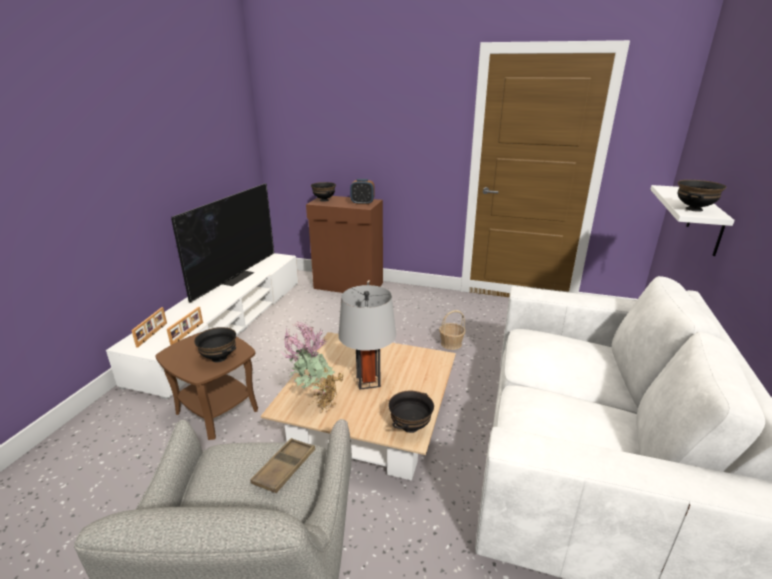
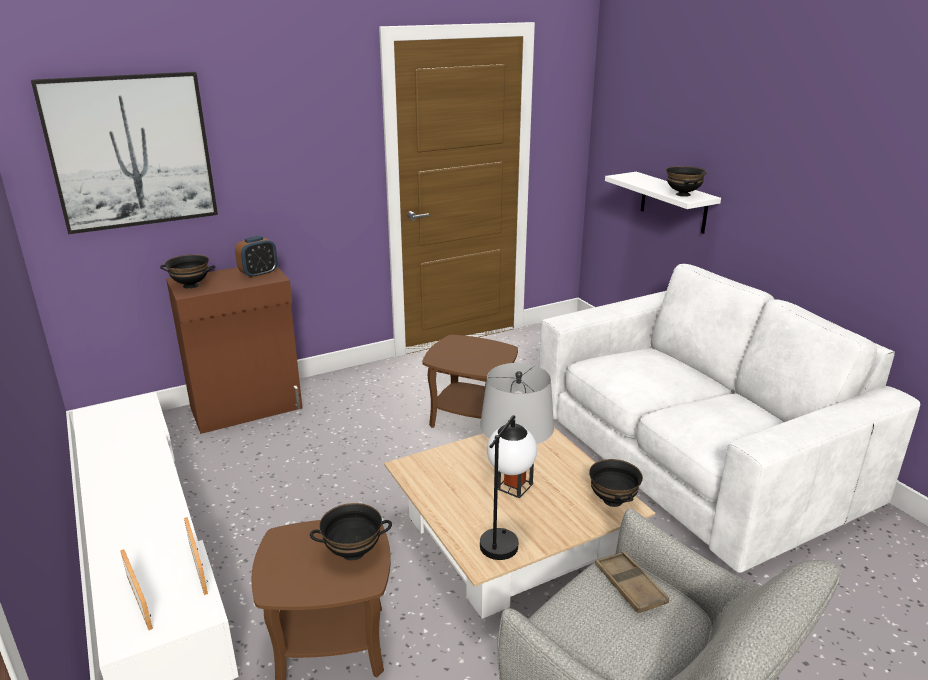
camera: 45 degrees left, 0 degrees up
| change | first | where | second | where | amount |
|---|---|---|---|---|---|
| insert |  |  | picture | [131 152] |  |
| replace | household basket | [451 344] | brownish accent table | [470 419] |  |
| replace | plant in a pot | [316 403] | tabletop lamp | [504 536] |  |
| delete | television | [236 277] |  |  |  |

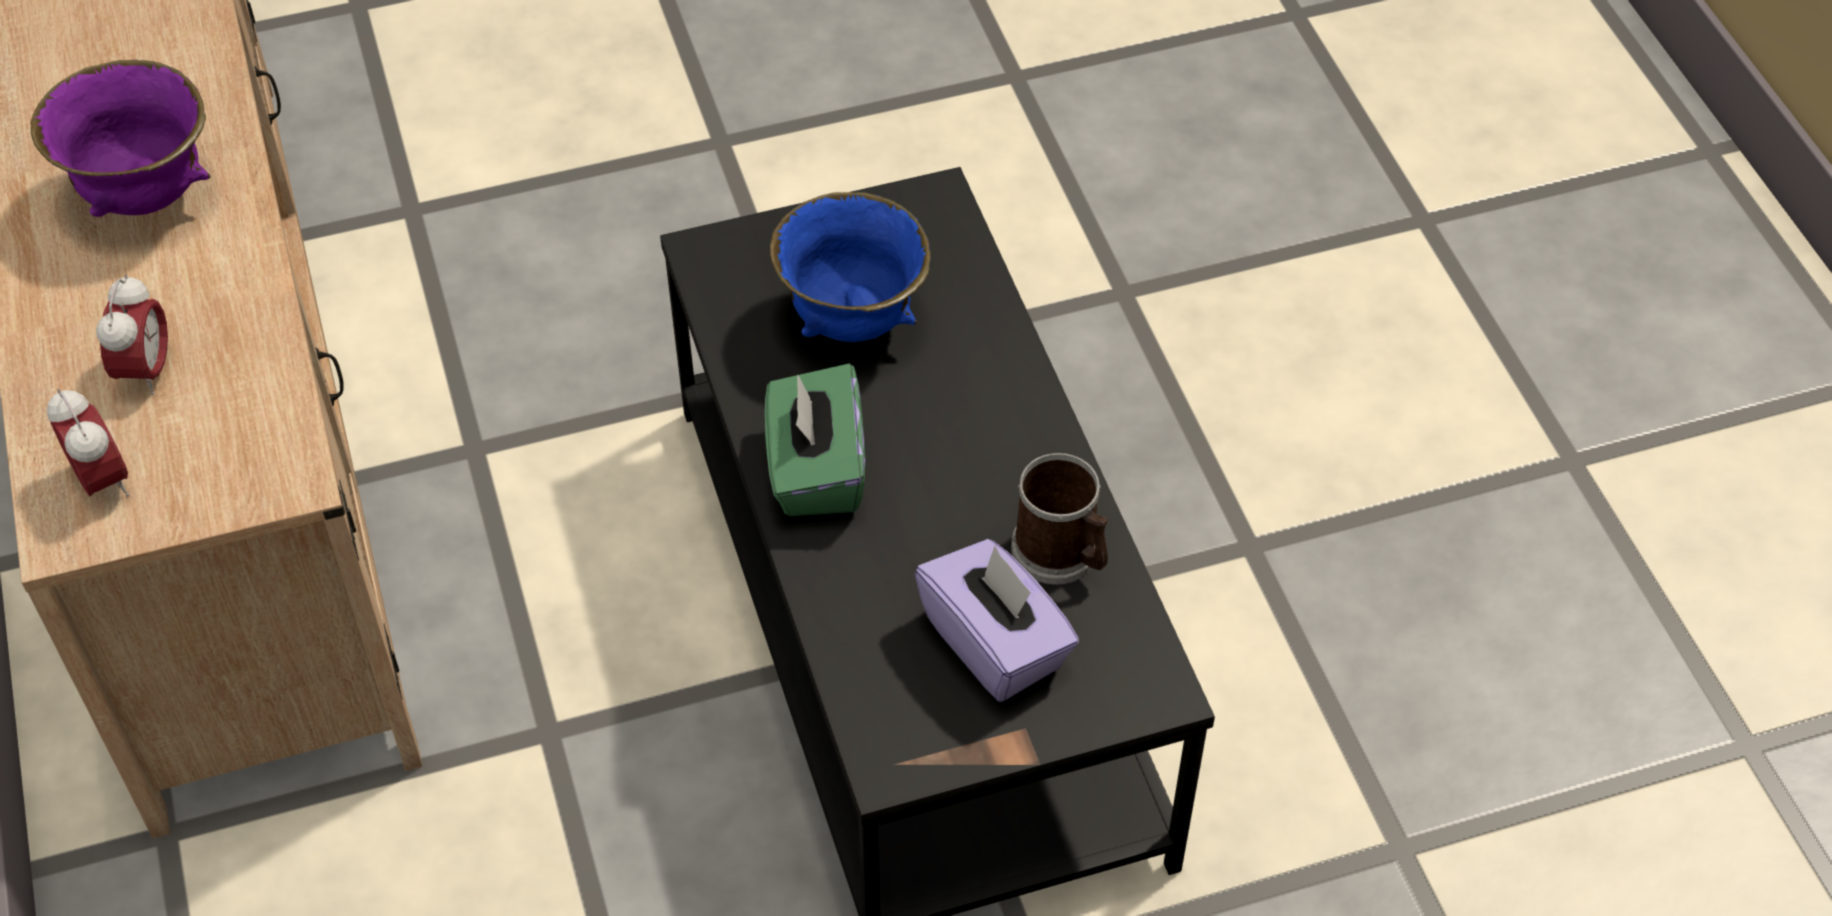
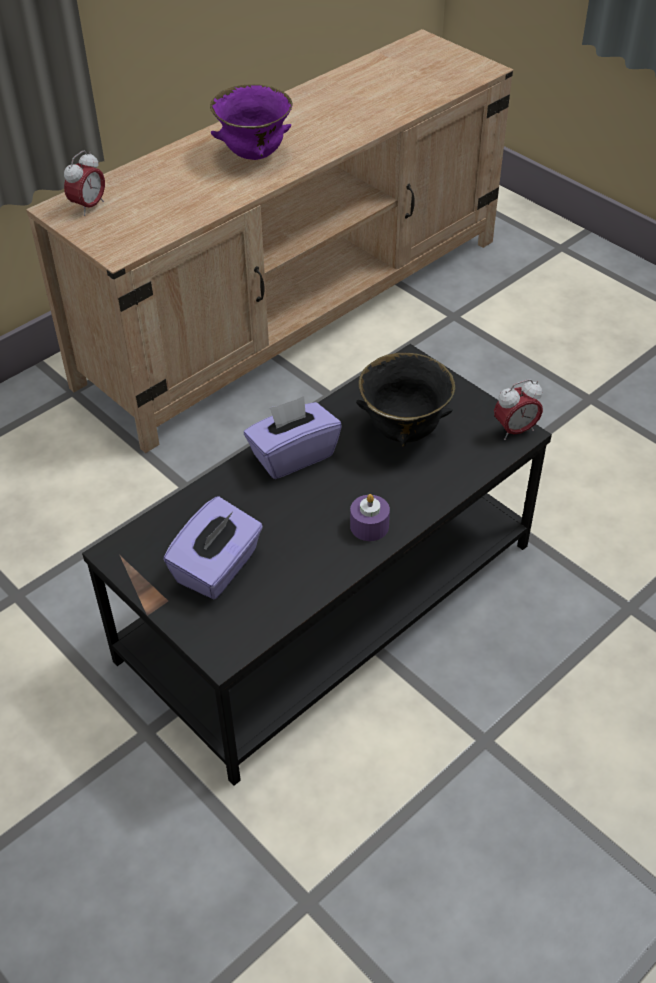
camera: 65 degrees right, 5 degrees down
| change | first | where | second | where | amount |
|---|---|---|---|---|---|
| recolor | green-coloured box of tissues | [816 470] | purple box of tissues | [293 455] |  |
| insert |  |  | purple wax light | [369 526] |  |
| recolor | bluish serving bowl | [851 322] | blackish serving bowl | [403 432] |  |
| move | bedside clock | [146 371] |  | [515 430] |  |
| delete | mug | [1062 555] |  |  |  |

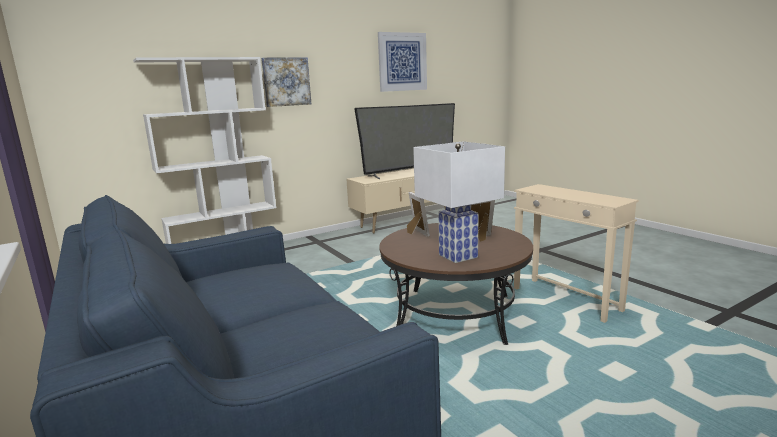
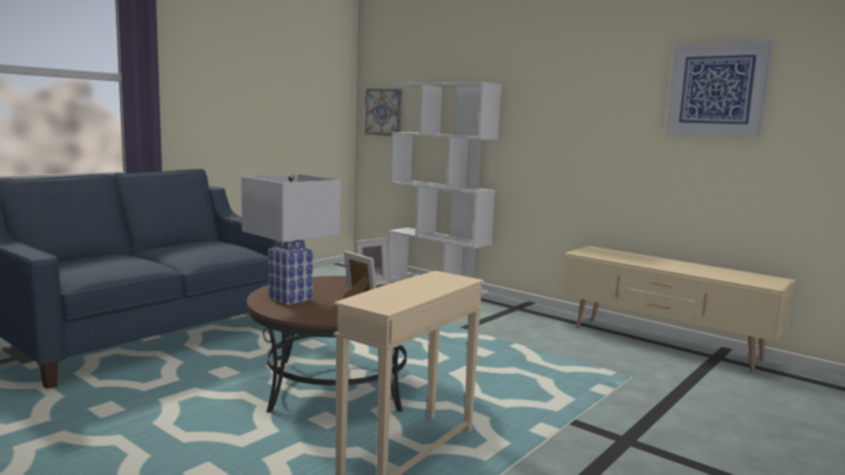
camera: 70 degrees right, 5 degrees down
| change | first | where | second | where | amount |
|---|---|---|---|---|---|
| move | picture | [286 82] |  | [384 112] |  |
| delete | television | [410 171] |  |  |  |

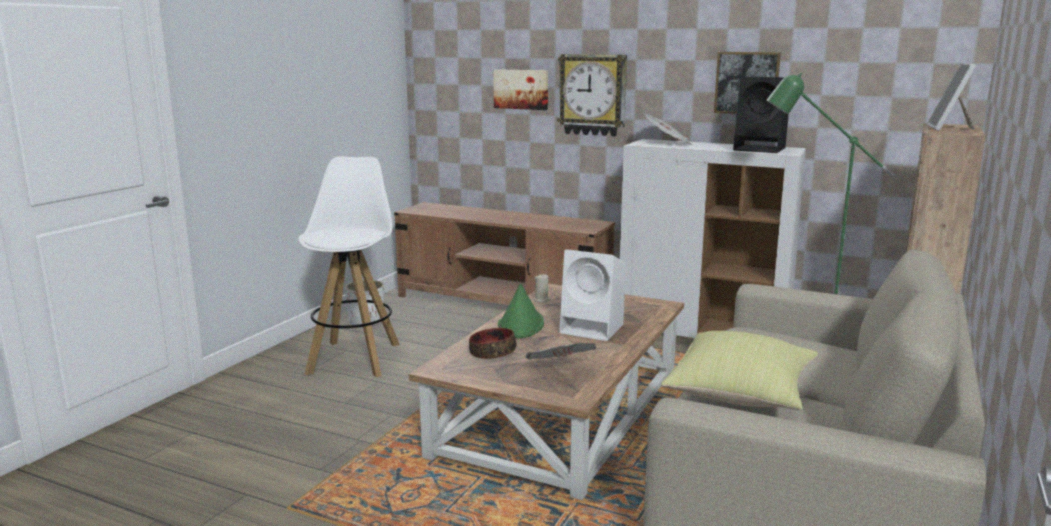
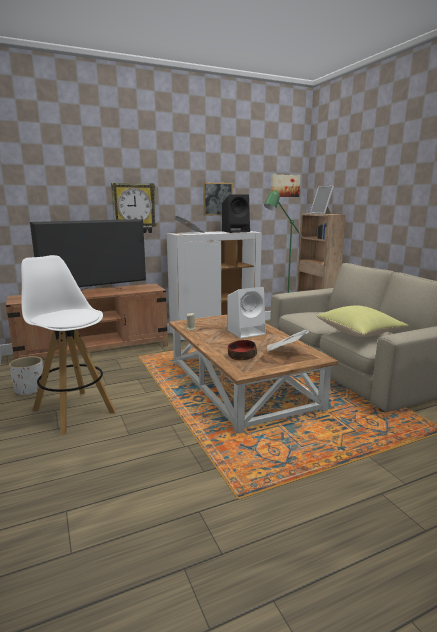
camera: 50 degrees left, 0 degrees up
| change | first | where | second | where | amount |
|---|---|---|---|---|---|
| insert |  |  | television | [96 293] |  |
| move | picture | [521 89] |  | [284 186] |  |
| delete | green-coloured wearable hat | [520 325] |  |  |  |

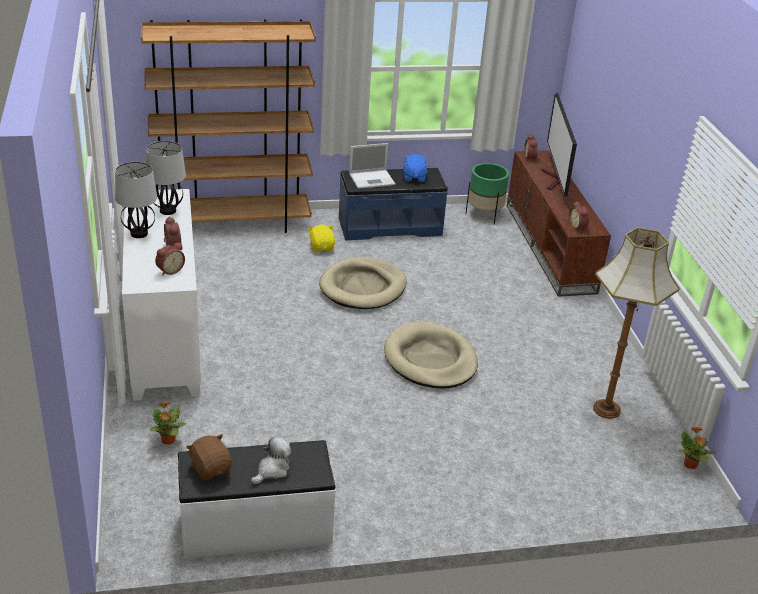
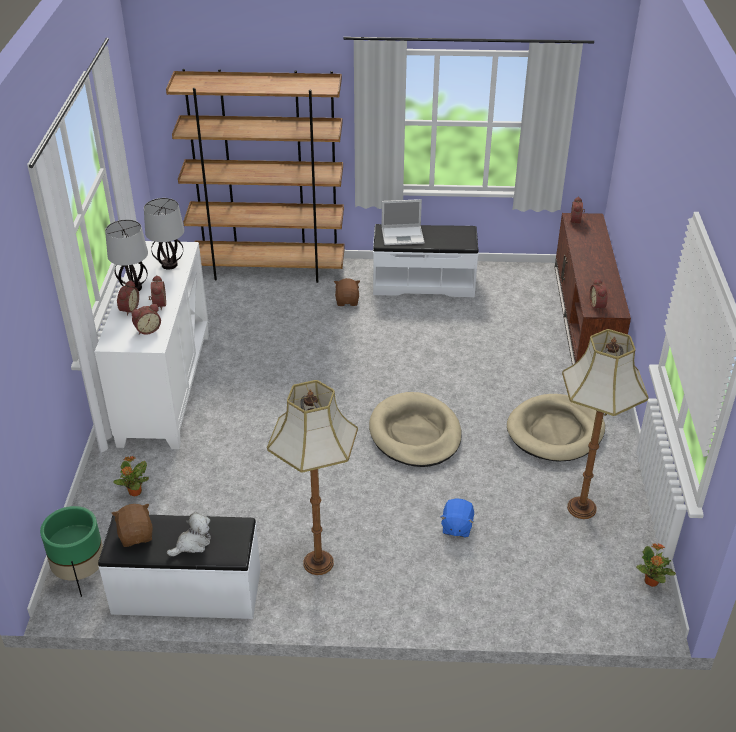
camera: 15 degrees right, 5 degrees up
| change | first | where | second | where | amount |
|---|---|---|---|---|---|
| move | green-coloured planter | [484 215] |  | [81 574] |  |
| insert |  |  | bedside clock | [128 309] |  |
| insert |  |  | standard lamp | [319 562] |  |
| recolor | yellow soft toy | [322 247] | brownish soft toy | [347 301] |  |
| recolor | bluish long seat | [389 226] | white-coloured long seat | [423 283] |  |
| move | bluish soft toy | [414 177] |  | [456 527] |  |
| move | beige dog bed | [363 287] |  | [555 431] |  |
| delete | television | [554 180] |  |  |  |

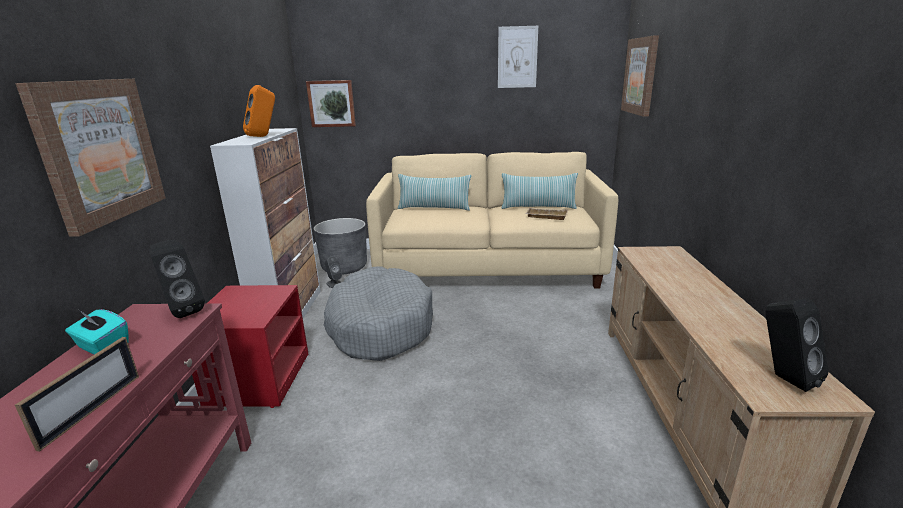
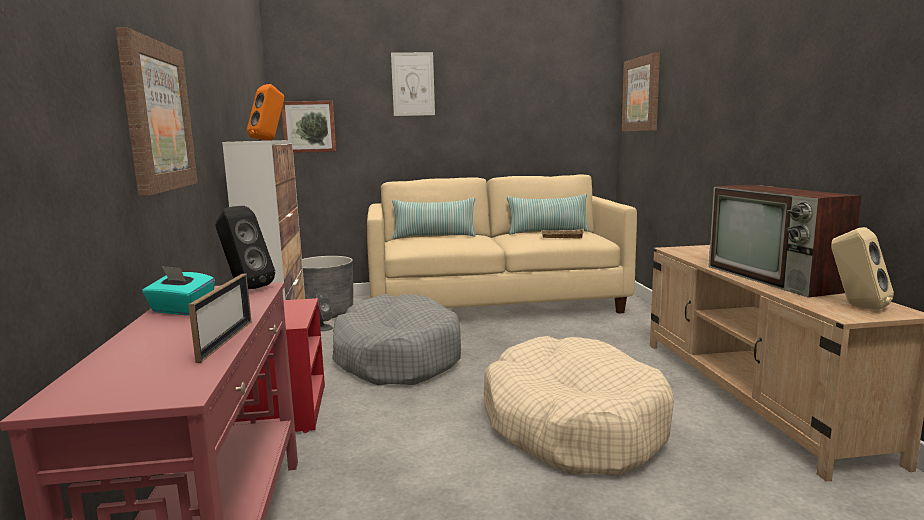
camera: 10 degrees left, 10 degrees down
| change | first | where | second | where | amount |
|---|---|---|---|---|---|
| move | picture | [517 57] |  | [413 84] |  |
| insert |  |  | beige dog bed | [572 425] |  |
| insert |  |  | television | [775 279] |  |
| recolor | blackish speaker | [783 378] | beige speaker | [856 306] |  |

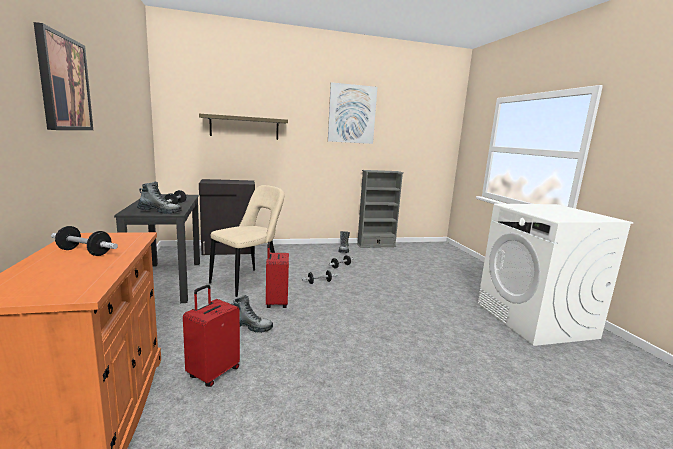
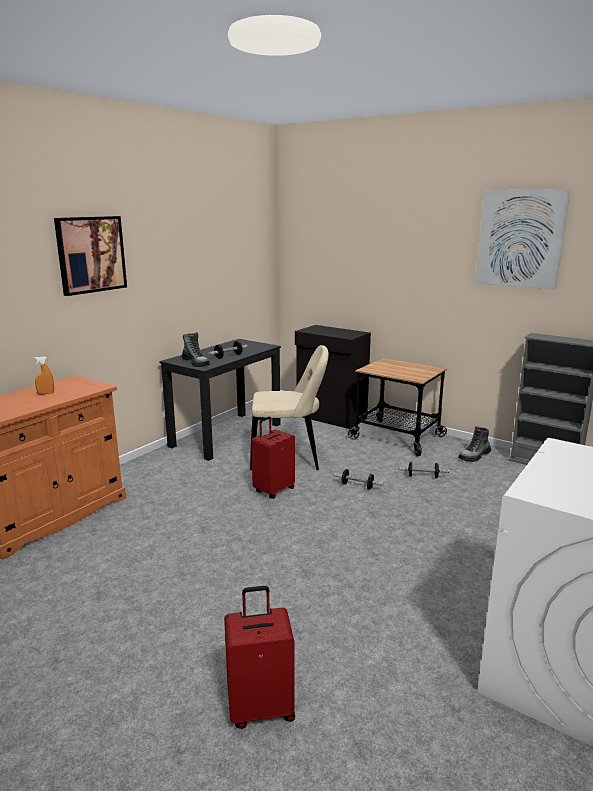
camera: 50 degrees right, 5 degrees up
| change | first | where | second | where | amount |
|---|---|---|---|---|---|
| replace | dumbbell | [85 252] | orangey hand sprayer | [46 393] |  |
| move | red-coloured piece of luggage | [213 372] |  | [261 707] |  |
| insert |  |  | trolley | [397 437] |  |
| delete | shelf | [244 127] |  |  |  |
| delete | tall boot | [250 327] |  |  |  |

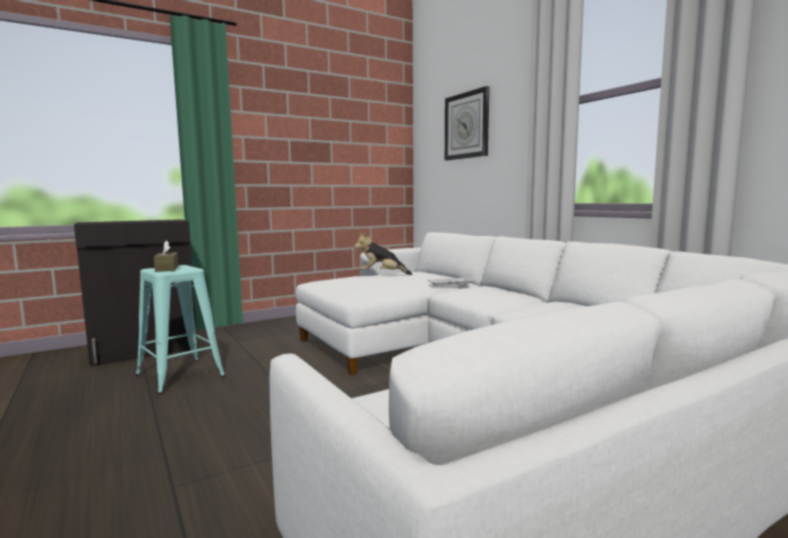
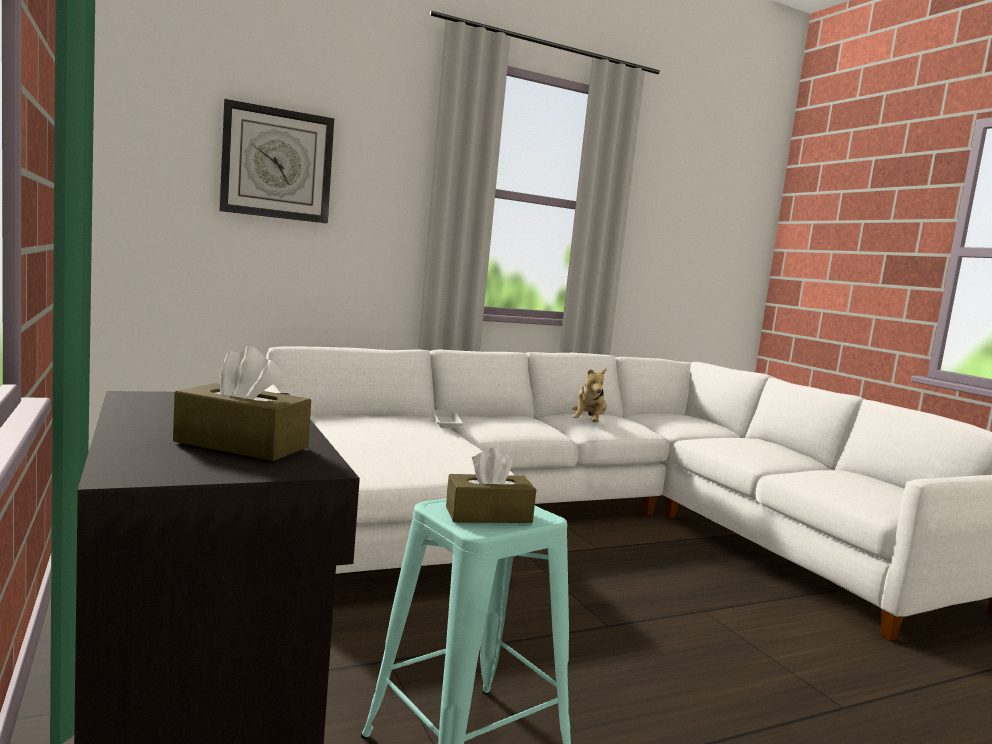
camera: 85 degrees left, 0 degrees up
| change | first | where | second | where | amount |
|---|---|---|---|---|---|
| insert |  |  | brownish box of tissues | [241 444] |  |
| move | soft toy | [381 275] |  | [588 423] |  |

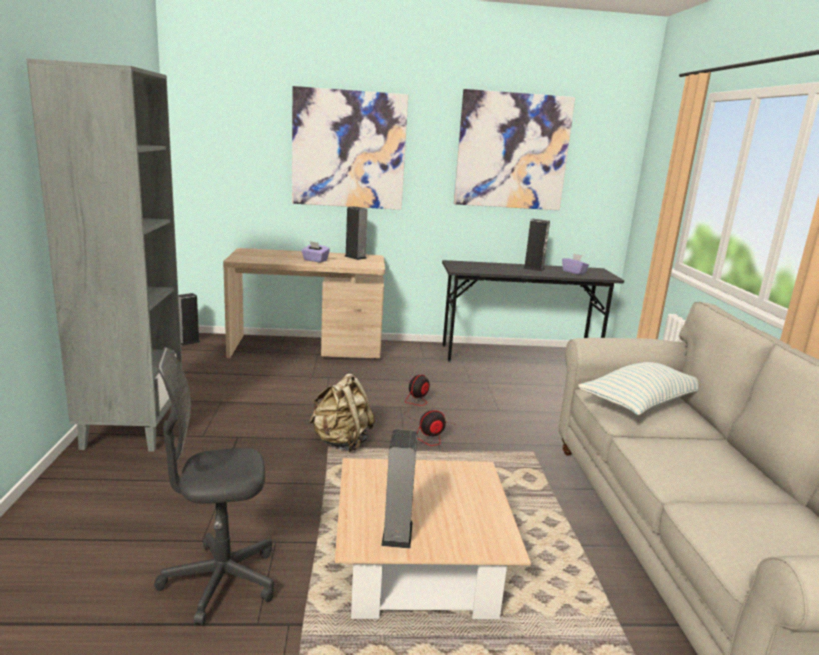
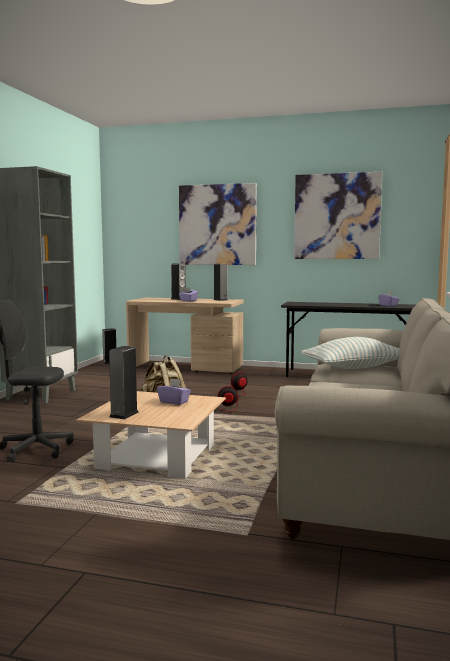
camera: 20 degrees right, 10 degrees down
| change | first | where | second | where | amount |
|---|---|---|---|---|---|
| insert |  |  | purple box of tissues | [174 402] |  |
| move | speaker | [533 268] |  | [178 299] |  |

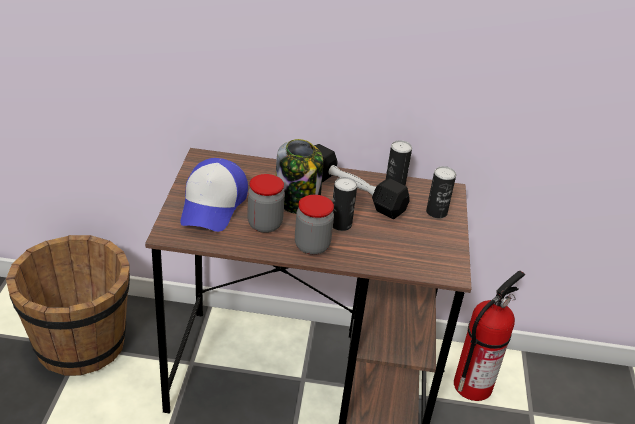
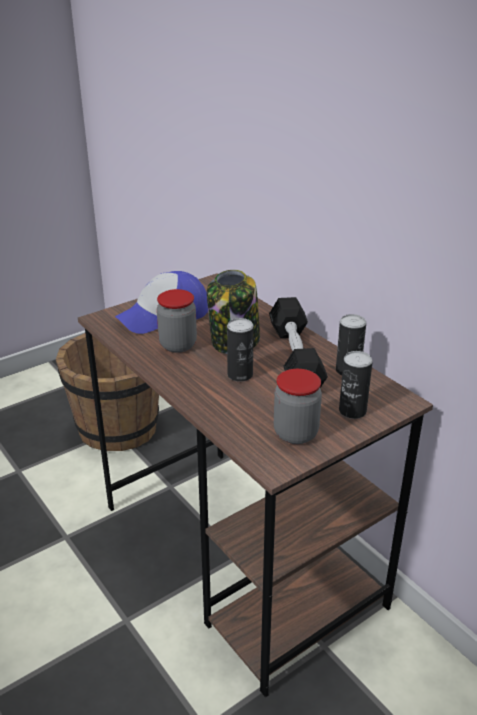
camera: 50 degrees right, 5 degrees down
| change | first | where | second | where | amount |
|---|---|---|---|---|---|
| move | preserve jar | [312 246] |  | [295 433] |  |
| delete | extinguisher | [473 384] |  |  |  |

